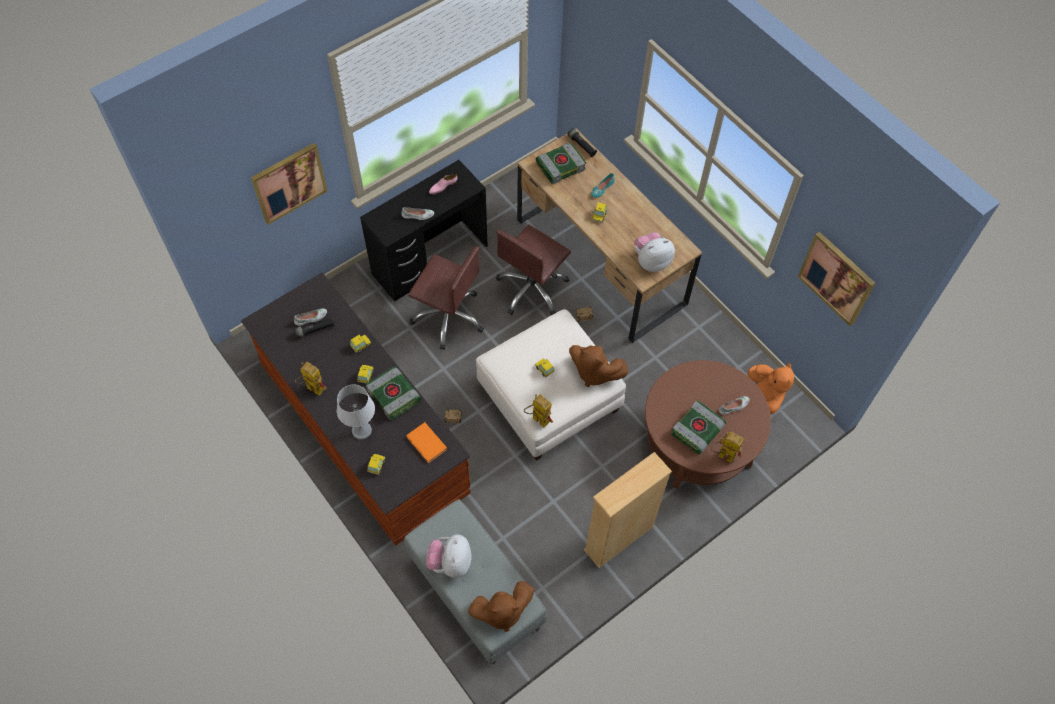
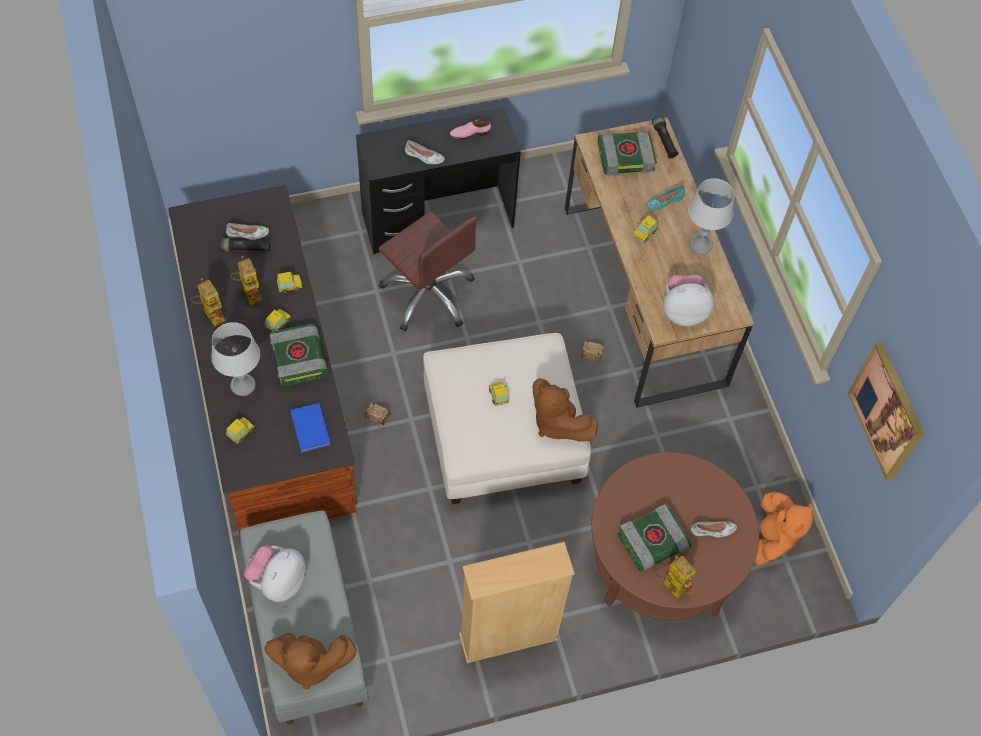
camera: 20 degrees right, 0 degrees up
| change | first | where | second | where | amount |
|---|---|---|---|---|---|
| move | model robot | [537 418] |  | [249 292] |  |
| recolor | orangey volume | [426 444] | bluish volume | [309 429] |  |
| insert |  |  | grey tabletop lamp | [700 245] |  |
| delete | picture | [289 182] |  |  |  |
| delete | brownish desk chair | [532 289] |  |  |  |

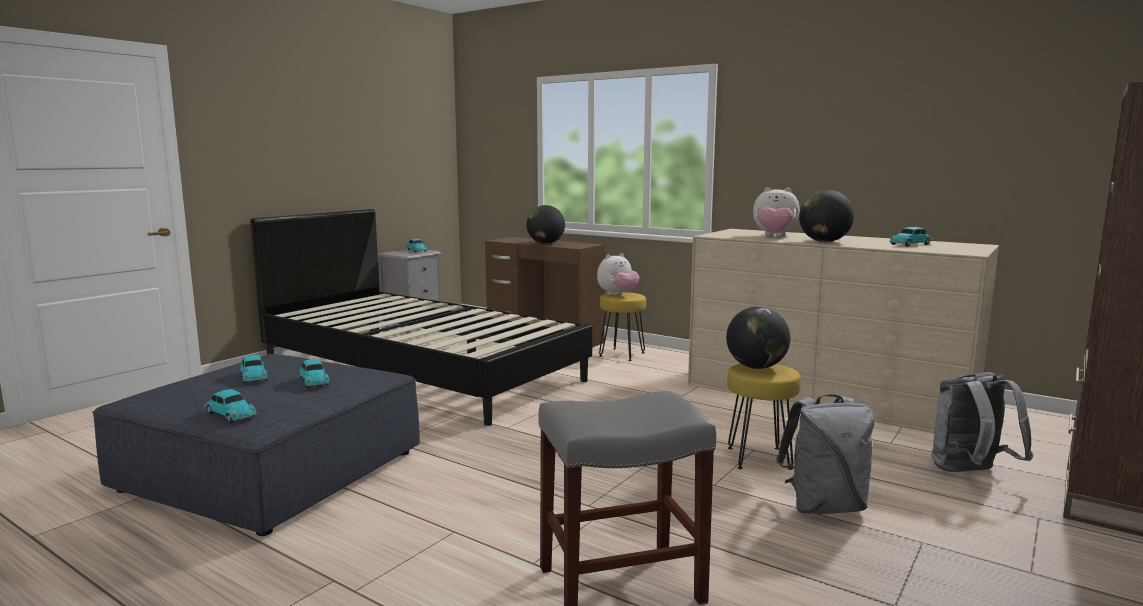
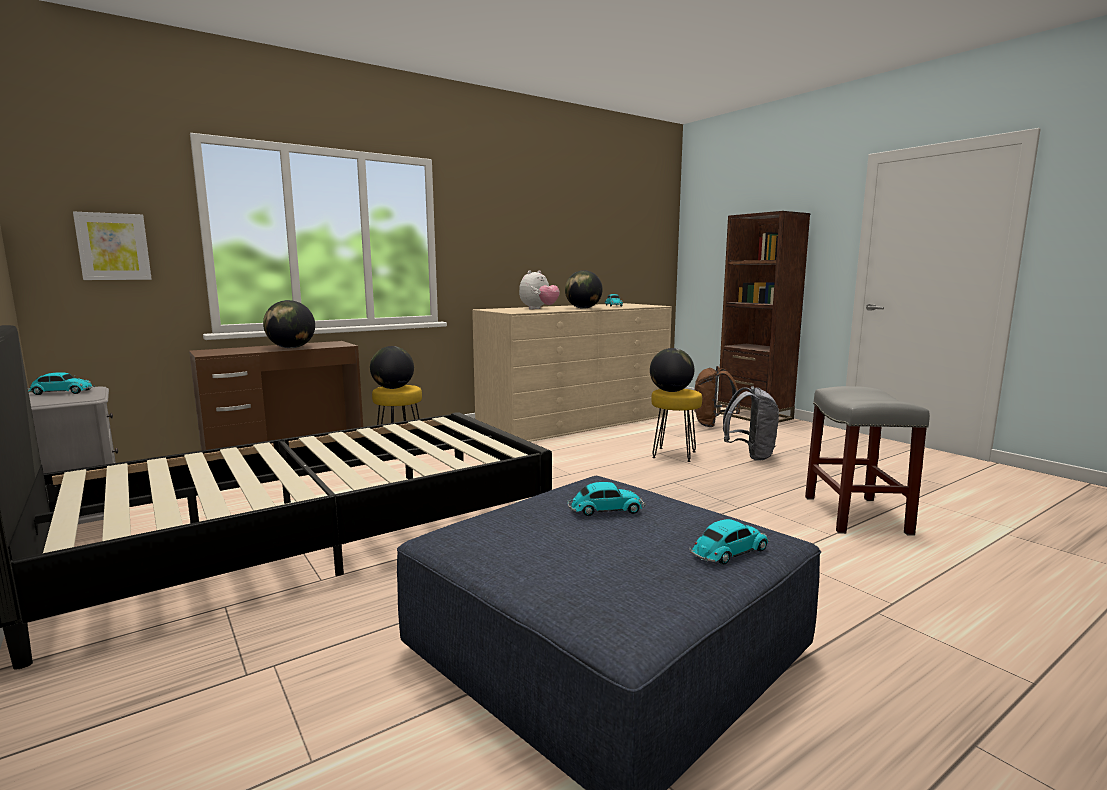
camera: 70 degrees left, 0 degrees up
| change | first | where | second | where | amount |
|---|---|---|---|---|---|
| insert |  |  | picture | [113 246] |  |
| replace | soft toy | [617 294] | desk globe | [393 388] |  |
| recolor | grey knapsack | [970 473] | brownish knapsack | [712 425] |  |
| delete | model car | [253 376] |  |  |  |

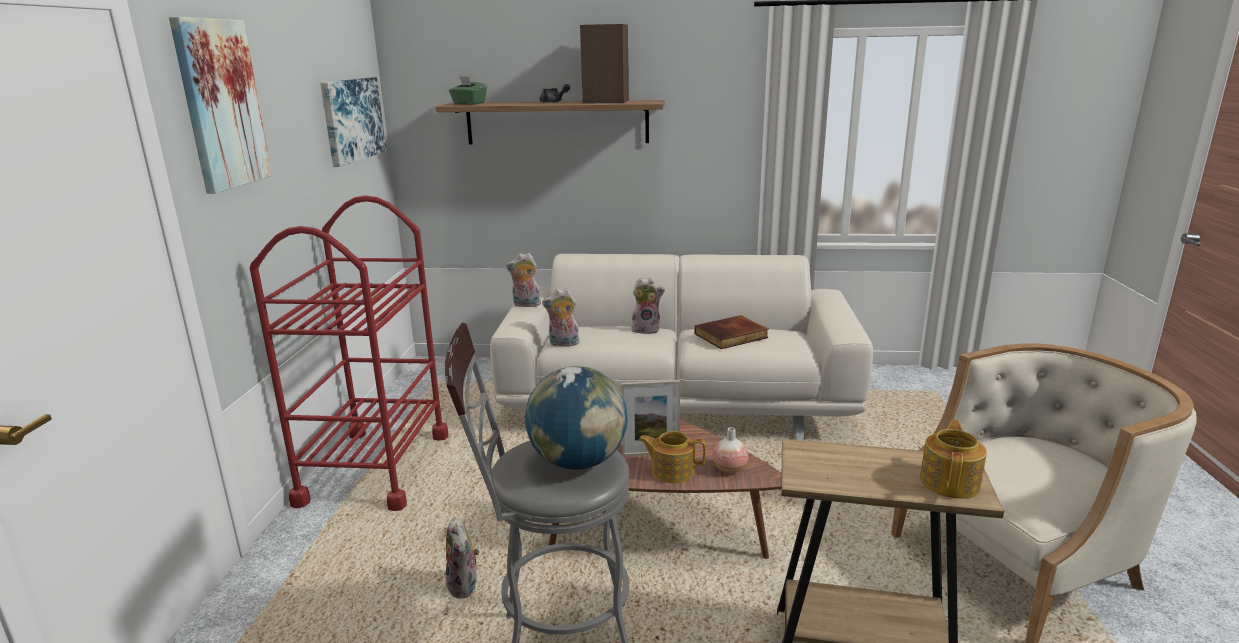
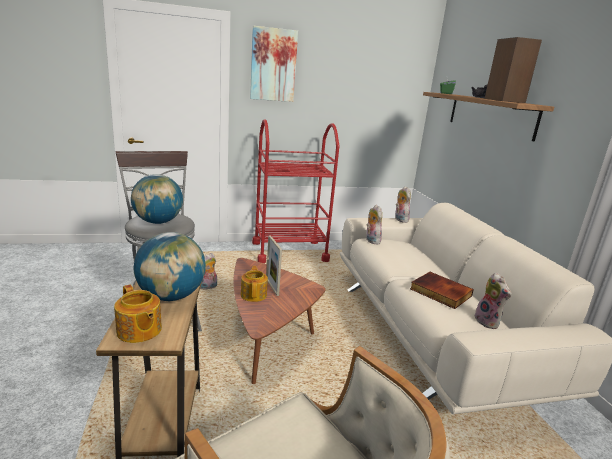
camera: 70 degrees right, 0 degrees up
| change | first | where | second | where | amount |
|---|---|---|---|---|---|
| rotate | teapot | [950 482] |  | [139 331] | 45 degrees clockwise |
| insert |  |  | desk globe | [171 296] |  |
| move | soft toy | [646 330] |  | [488 322] |  |
| delete | picture | [351 119] |  |  |  |
| delete | flower vase | [729 469] |  |  |  |

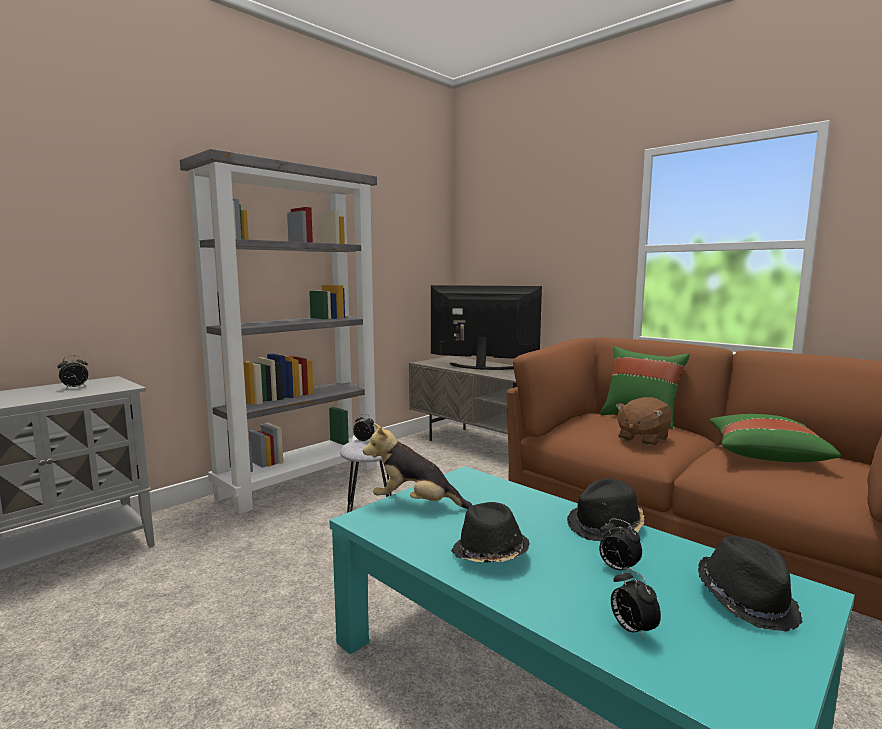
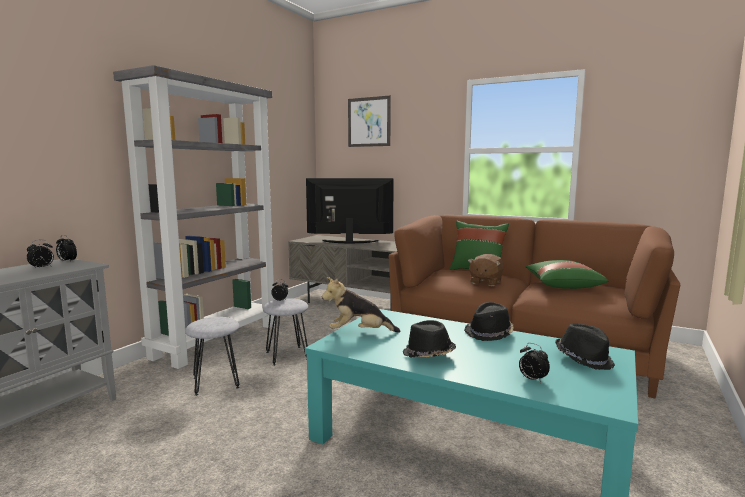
camera: 15 degrees left, 0 degrees up
| change | first | where | second | where | amount |
|---|---|---|---|---|---|
| move | bedside clock | [617 569] |  | [67 261] |  |
| insert |  |  | grey stool seat | [216 382] |  |
| insert |  |  | picture | [369 122] |  |

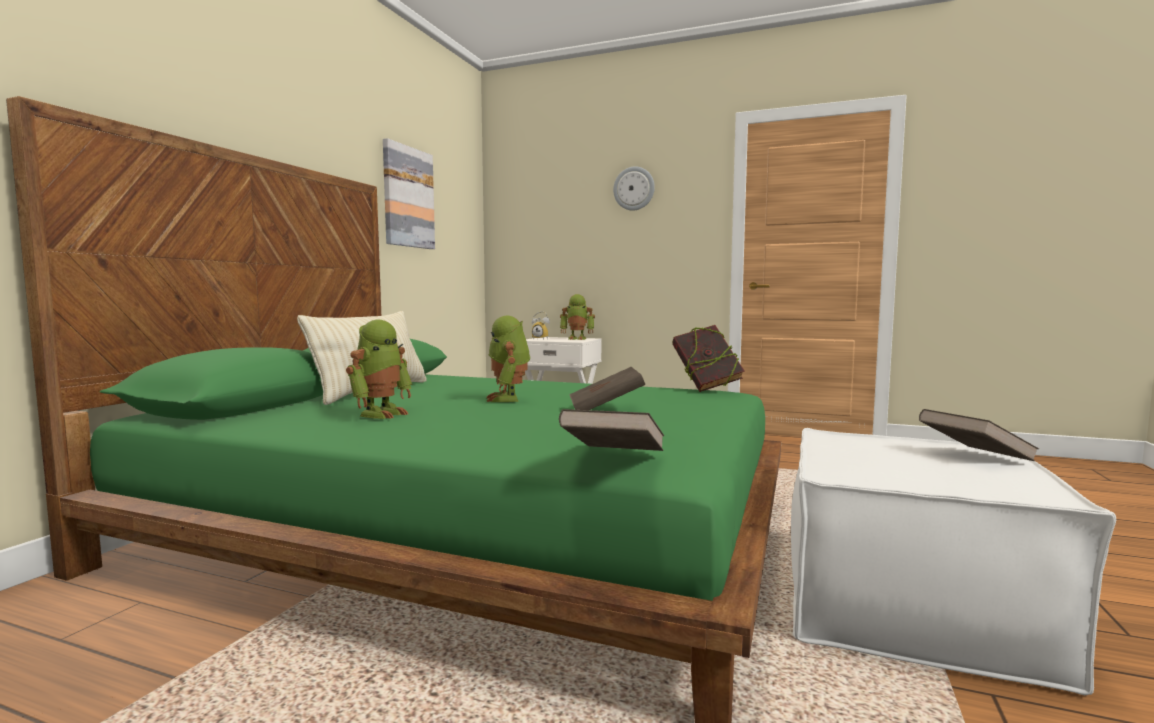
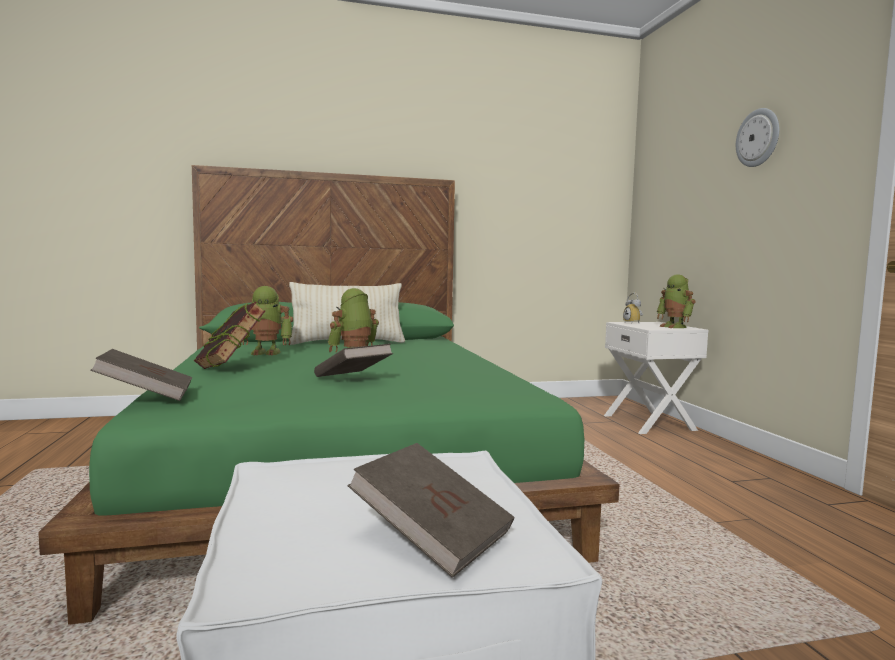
camera: 55 degrees right, 0 degrees up
| change | first | where | second | where | amount |
|---|---|---|---|---|---|
| move | volume | [706 388] |  | [230 368] |  |
| delete | picture | [408 197] |  |  |  |

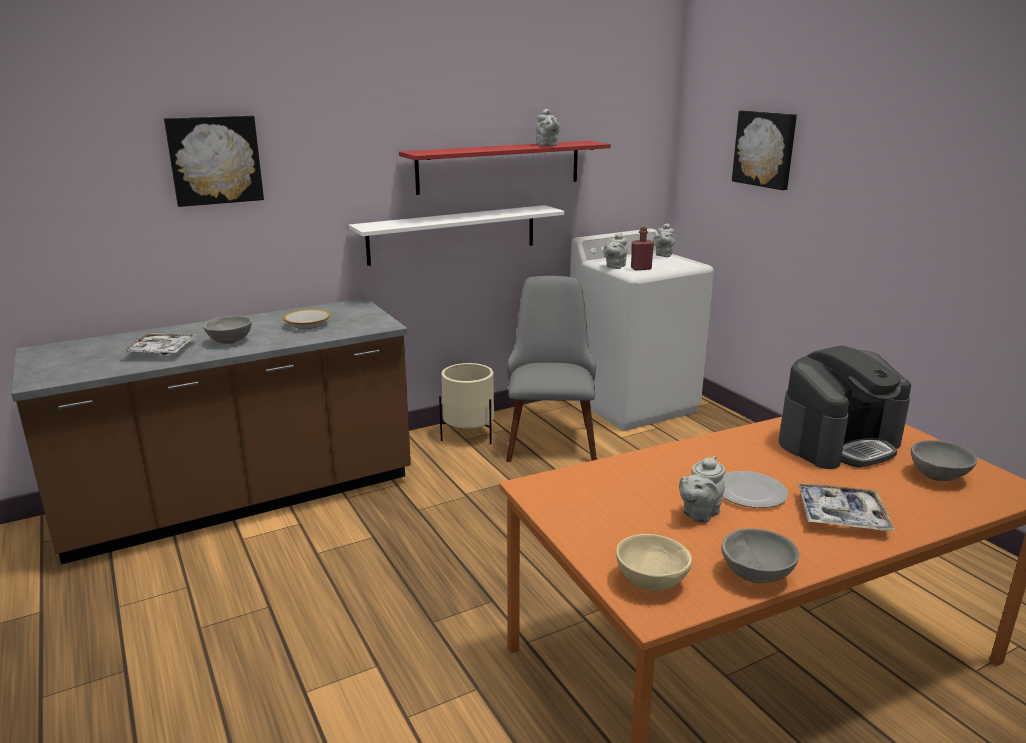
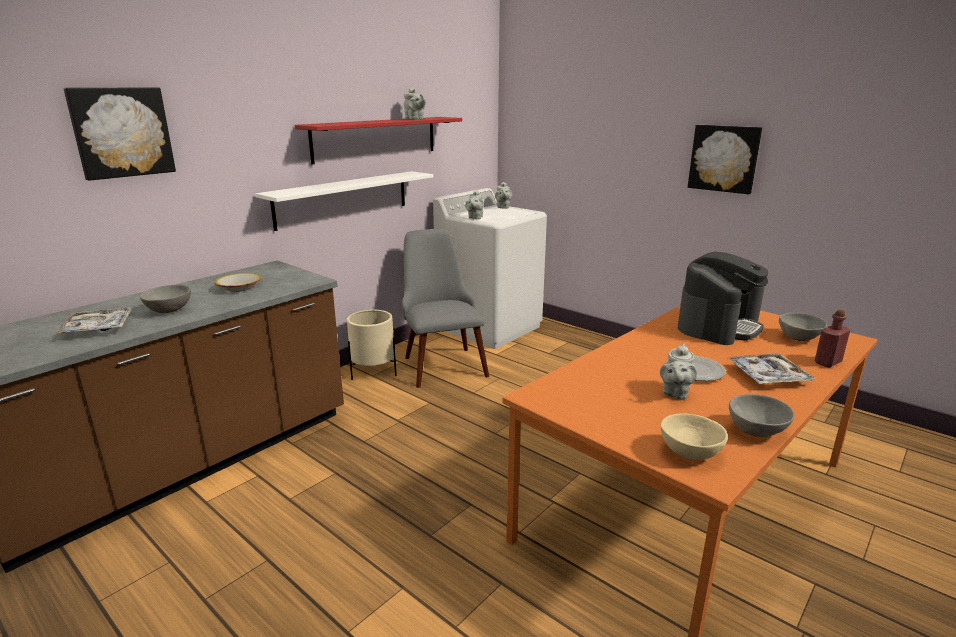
camera: 20 degrees left, 0 degrees up
| change | first | where | second | where | amount |
|---|---|---|---|---|---|
| move | picture | [765 149] |  | [724 158] |  |
| move | red-coloured drink bottle | [641 268] |  | [827 362] |  |

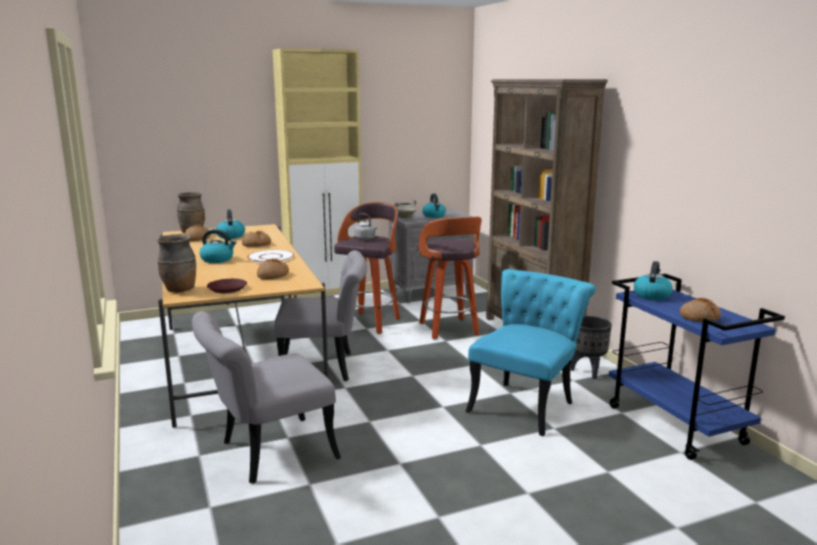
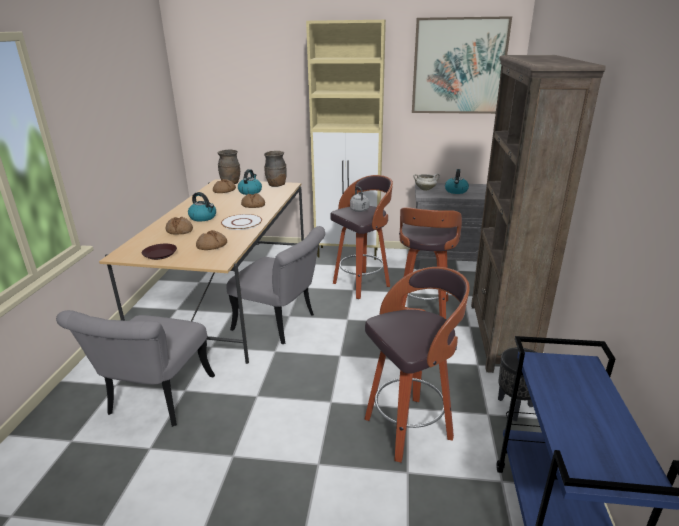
camera: 30 degrees right, 10 degrees up
| change | first | where | second | where | amount |
|---|---|---|---|---|---|
| rotate | grey plain chair | [267 453] |  | [156 402] | 75 degrees counterclockwise |
| move | bread | [699 317] |  | [179 230] |  |
| move | brownish flower vase | [179 290] |  | [276 185] |  |
| replace | blue-green plain chair | [526 403] | stool seat | [410 427] |  |
| insert |  |  | picture | [459 66] |  |
| delete | kettle | [651 295] |  |  |  |

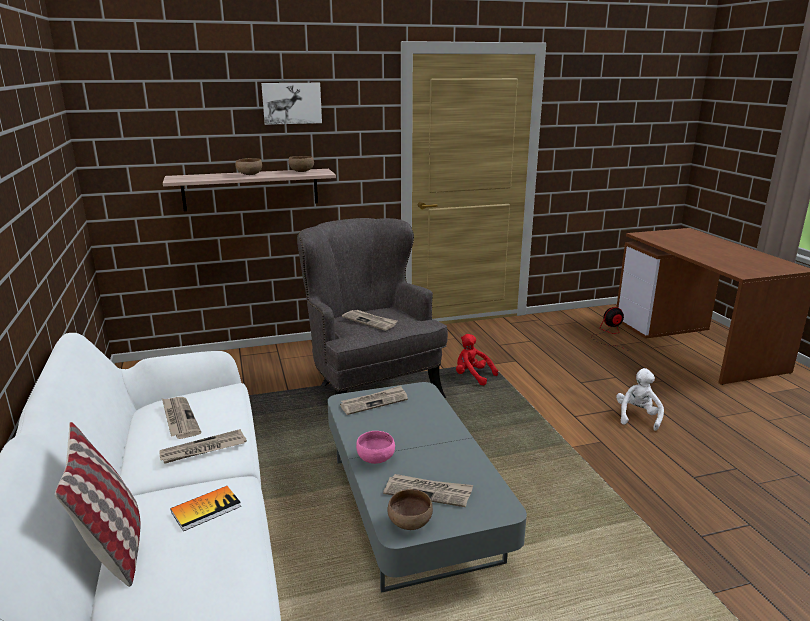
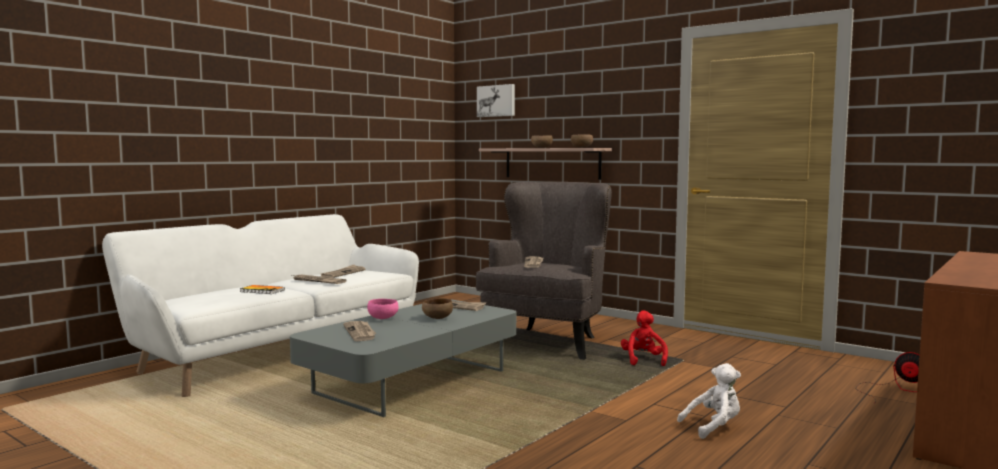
camera: 55 degrees right, 15 degrees down
| change | first | where | second | where | amount |
|---|---|---|---|---|---|
| move | brownish serving bowl | [410 523] |  | [437 318] |  |
| move | picture | [291 103] |  | [496 101] |  |
| delete | pillow | [113 546] |  |  |  |

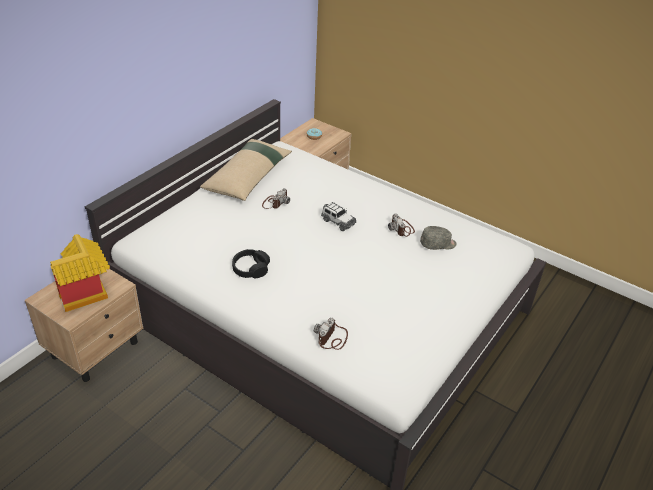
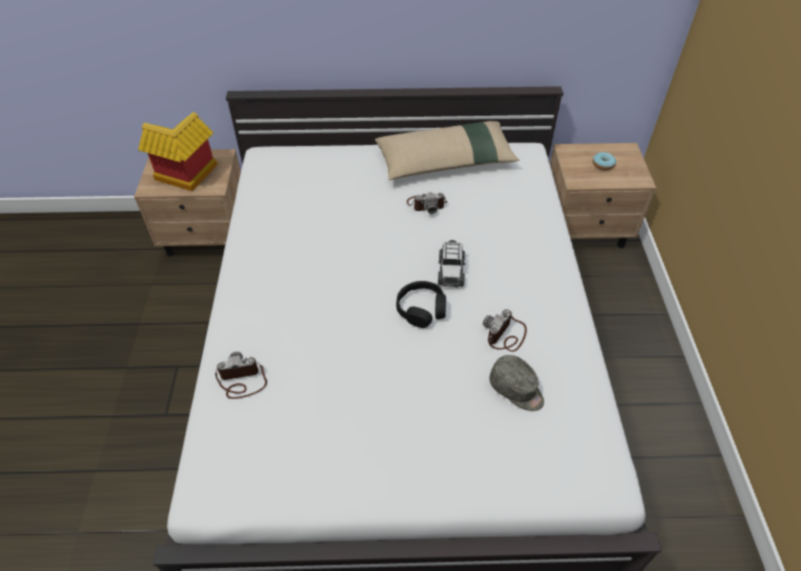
camera: 55 degrees right, 10 degrees up
| change | first | where | second | where | amount |
|---|---|---|---|---|---|
| move | blackish headphones | [250 269] |  | [421 309] |  |

